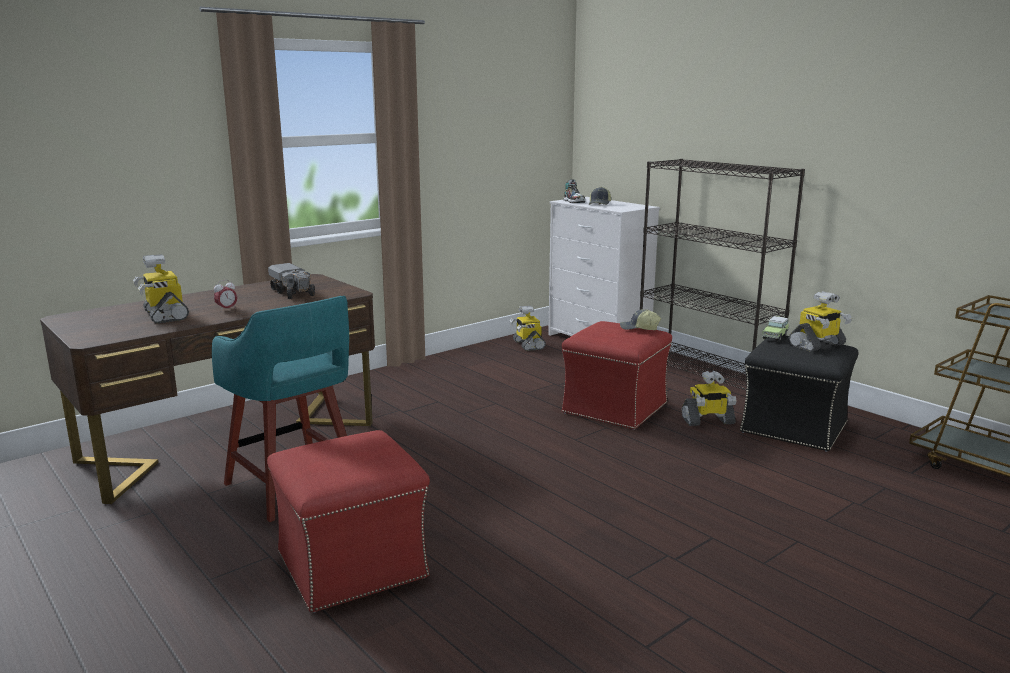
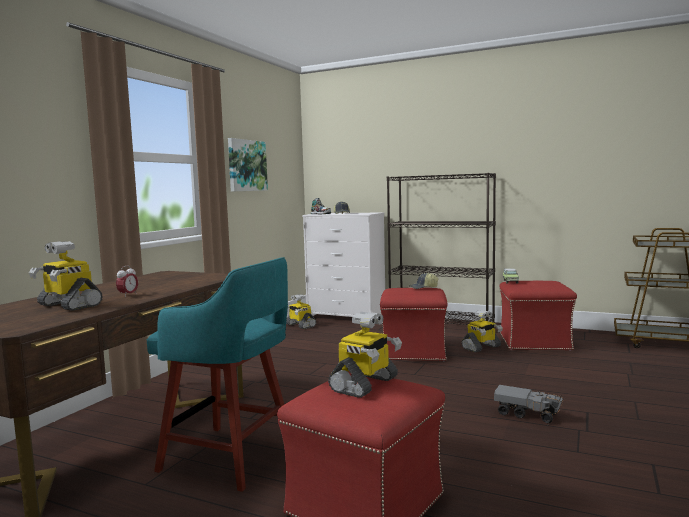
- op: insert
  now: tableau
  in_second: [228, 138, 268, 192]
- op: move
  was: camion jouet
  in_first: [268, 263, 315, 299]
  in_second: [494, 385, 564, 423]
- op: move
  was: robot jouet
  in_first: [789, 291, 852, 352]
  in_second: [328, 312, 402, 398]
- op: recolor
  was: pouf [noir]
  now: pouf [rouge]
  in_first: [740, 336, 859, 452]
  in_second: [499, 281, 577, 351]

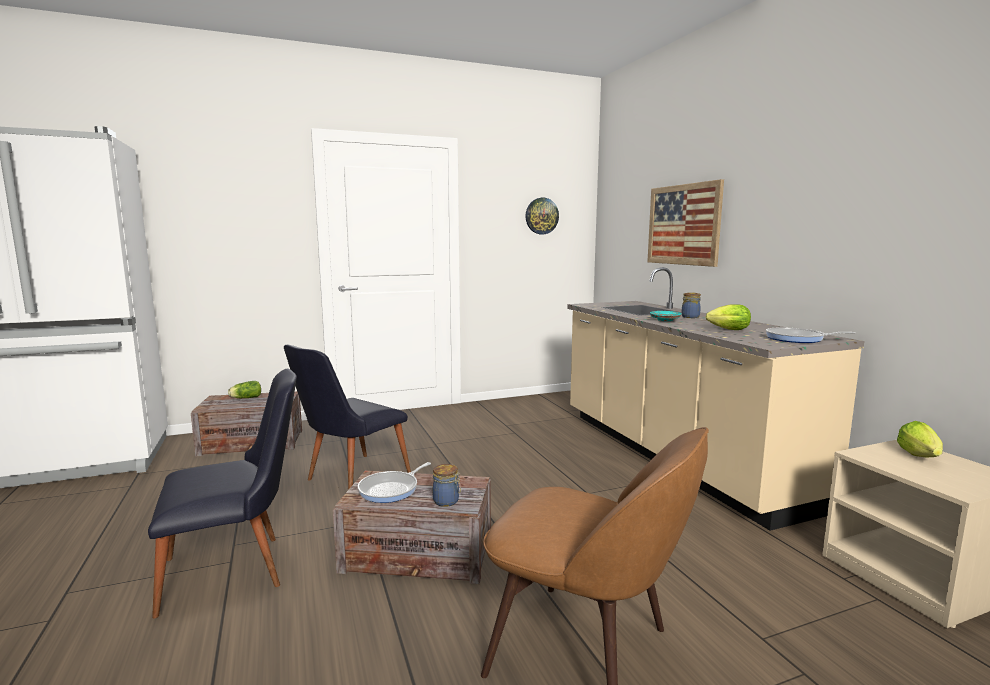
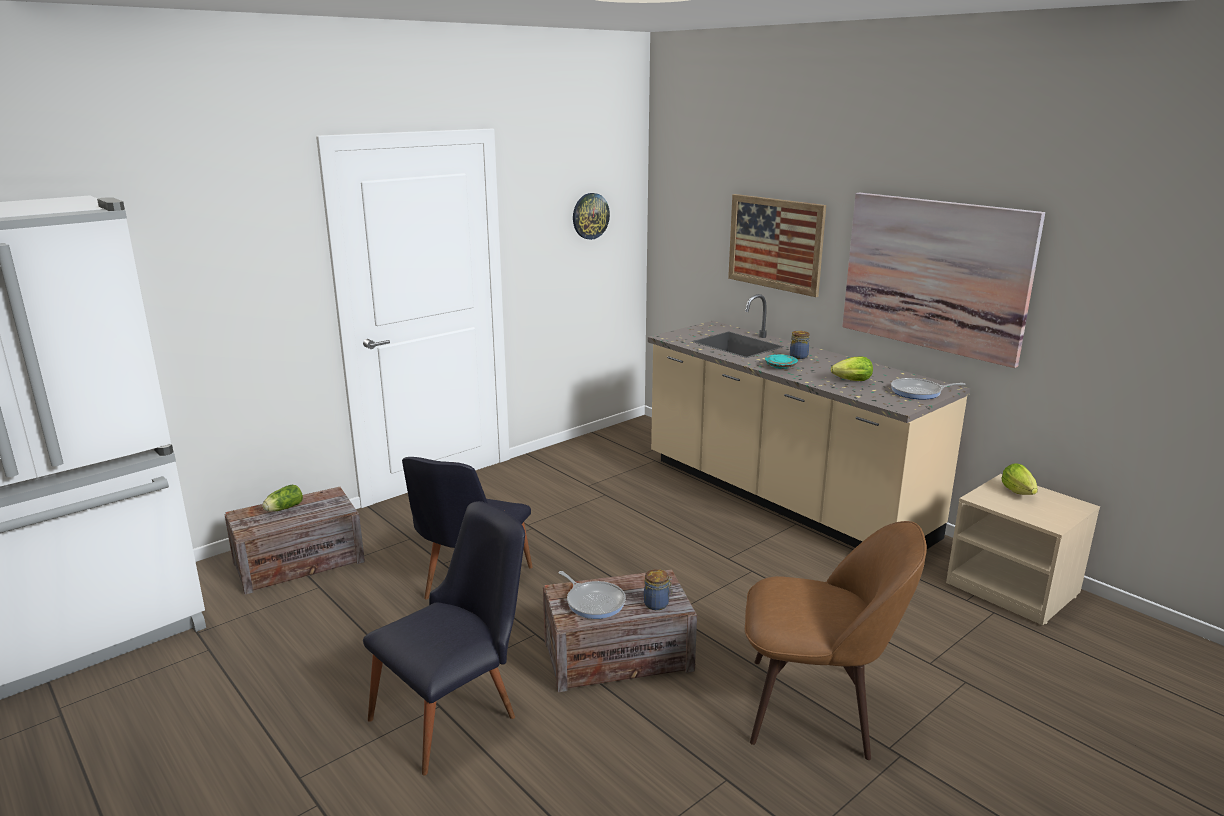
- op: insert
  now: tableau
  in_second: [842, 193, 1045, 368]
- op: rotate
  was: poêle
  in_first: [358, 462, 431, 503]
  in_second: [558, 571, 626, 619]
  clockwise: -60

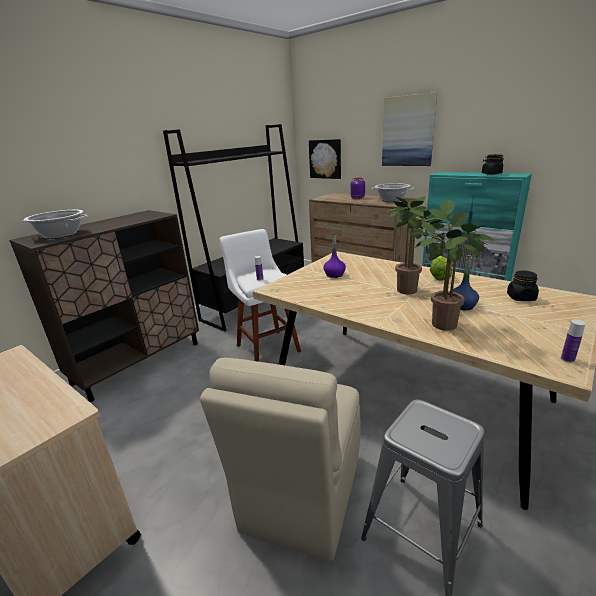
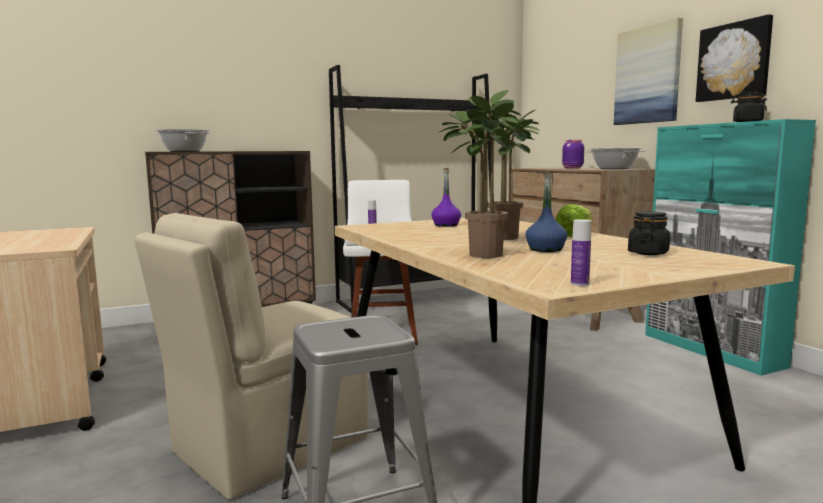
- op: move
  was: tableau
  in_first: [309, 139, 341, 179]
  in_second: [696, 14, 773, 102]

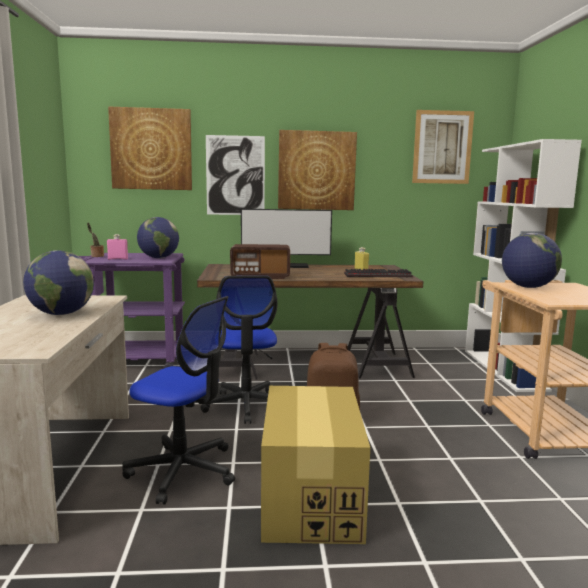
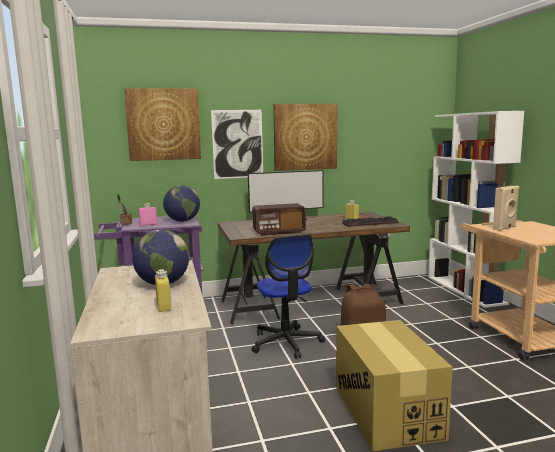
- op: delete
  was: chaise de bureau
  in_first: [122, 296, 235, 505]
- op: delete
  was: tableau
  in_first: [412, 110, 474, 184]
- op: insert
  now: bouteille [jaune]
  in_second: [155, 269, 171, 312]
- op: replace
  was: globe
  now: enceinte [beige]
  in_first: [502, 233, 562, 288]
  in_second: [493, 186, 519, 231]

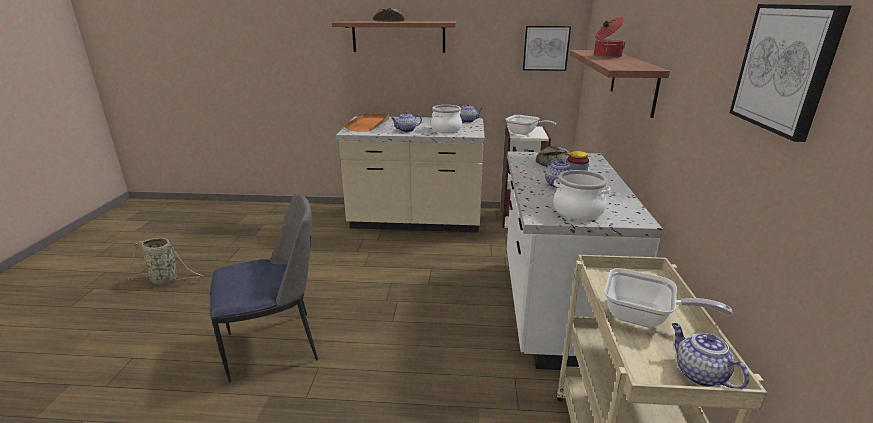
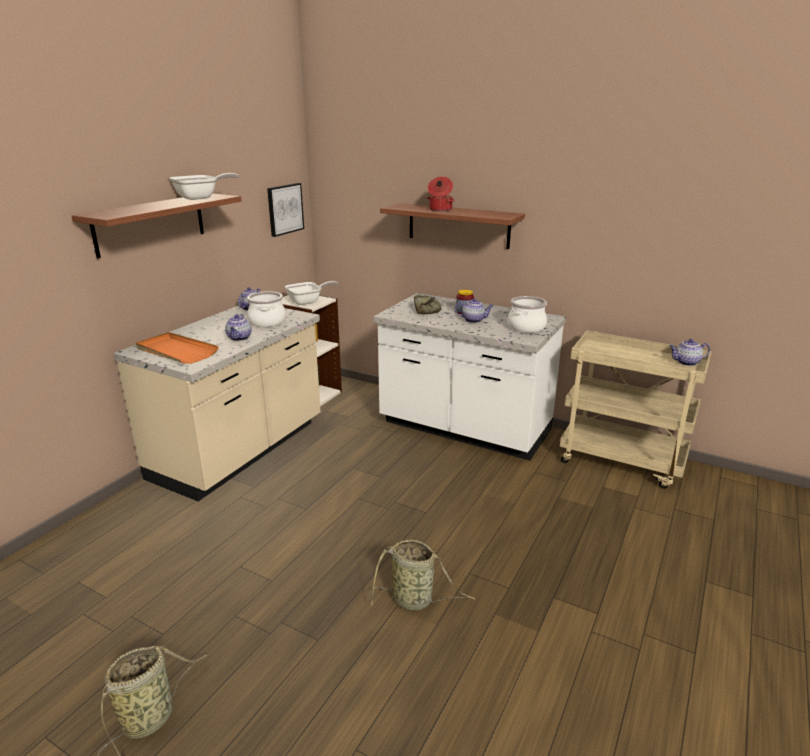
- op: delete
  was: pain
  in_first: [373, 8, 405, 22]
- op: delete
  was: tableau
  in_first: [730, 4, 852, 142]
- op: move
  was: poêle
  in_first: [605, 268, 732, 328]
  in_second: [169, 173, 239, 200]
- op: replace
  was: chaise
  now: panier
  in_first: [209, 193, 318, 382]
  in_second: [369, 540, 476, 610]

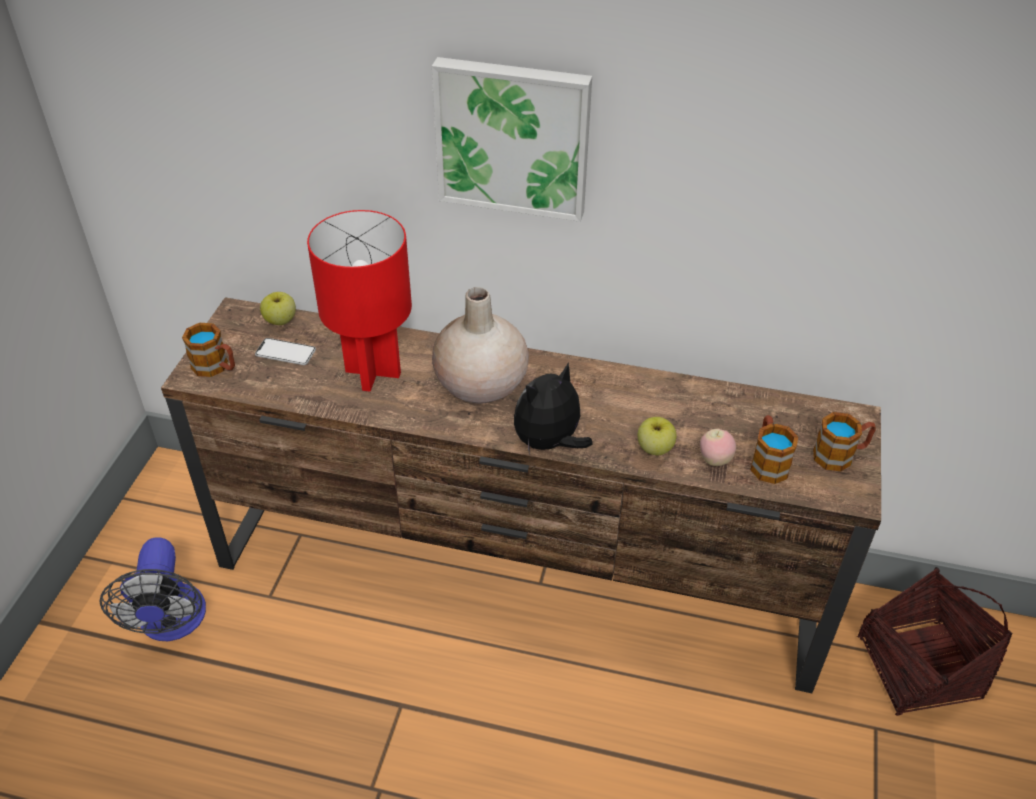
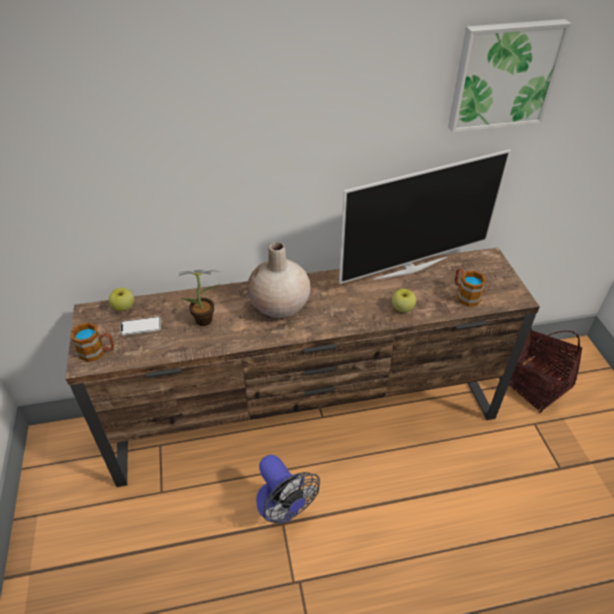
- op: delete
  was: peluche
  in_first: [514, 363, 593, 455]
- op: delete
  was: pomme
  in_first: [700, 429, 736, 466]
- op: delete
  was: mug
  in_first: [813, 412, 876, 471]
- op: insert
  now: téléviseur
  in_second: [339, 149, 511, 284]
- op: move
  was: ventilateur
  in_first: [99, 537, 206, 641]
  in_second: [256, 455, 320, 523]
- op: move
  was: tableau
  in_first: [432, 57, 592, 222]
  in_second: [448, 19, 572, 133]
- op: replace
  was: lampe de table [rouge]
  now: plante en pot
  in_first: [307, 210, 412, 391]
  in_second: [177, 270, 223, 326]

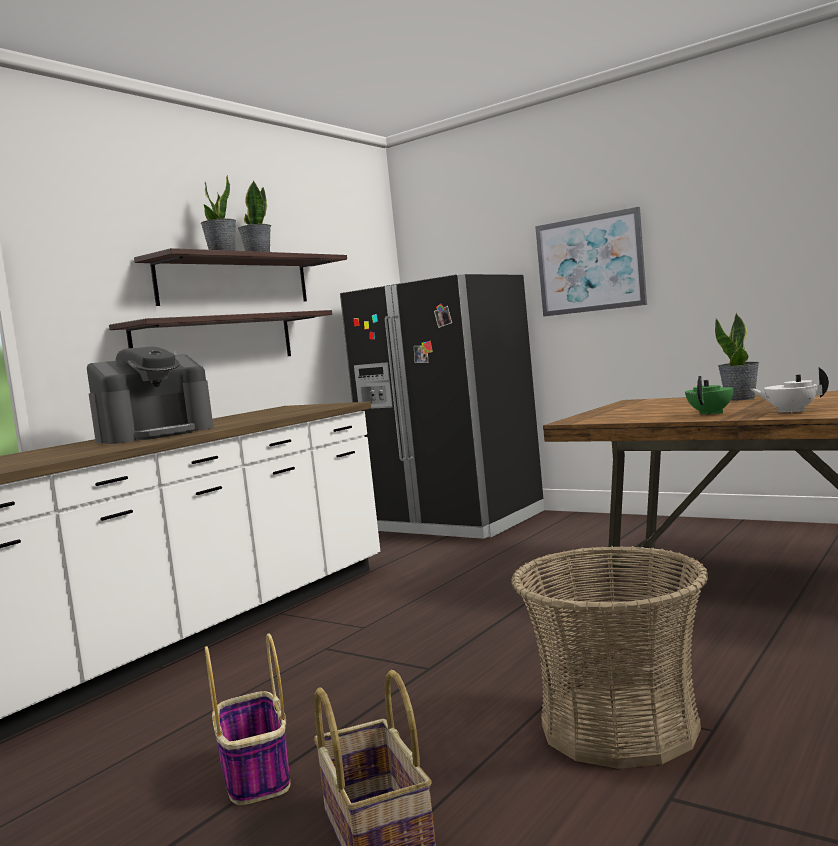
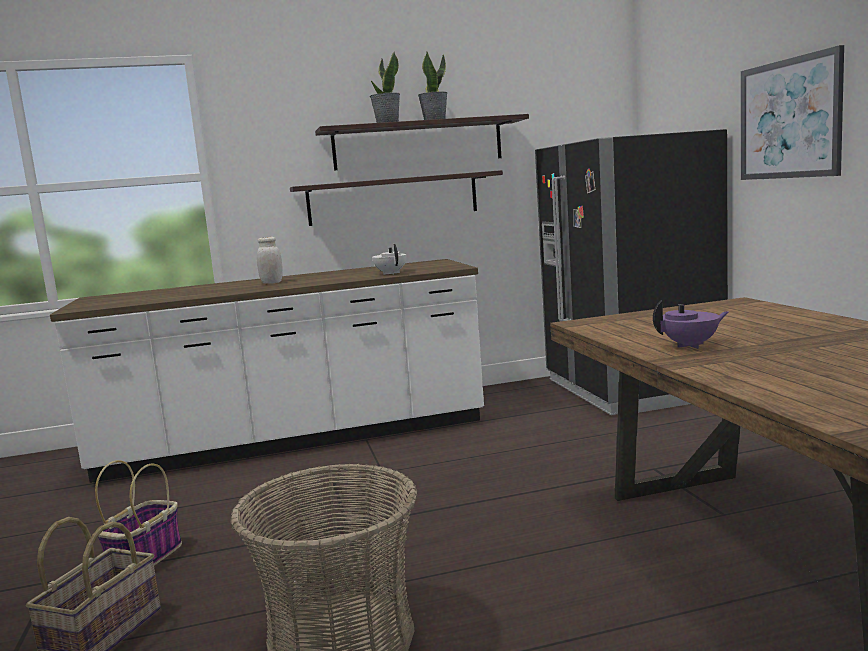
- op: delete
  was: plante en pot
  in_first: [715, 313, 759, 401]
- op: move
  was: théière [blanc]
  in_first: [750, 367, 829, 413]
  in_second: [372, 244, 407, 275]
- op: replace
  was: machine à café
  now: bocal [blanc]
  in_first: [87, 346, 214, 444]
  in_second: [257, 237, 283, 284]
- op: recolor
  was: théière [vert]
  now: théière [violet]
  in_first: [685, 376, 733, 415]
  in_second: [653, 300, 728, 349]

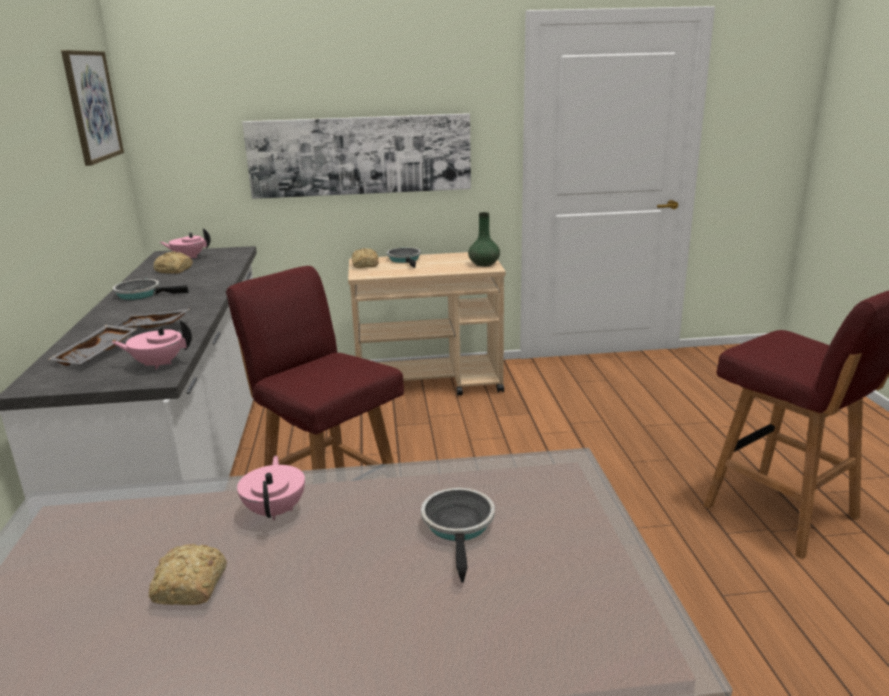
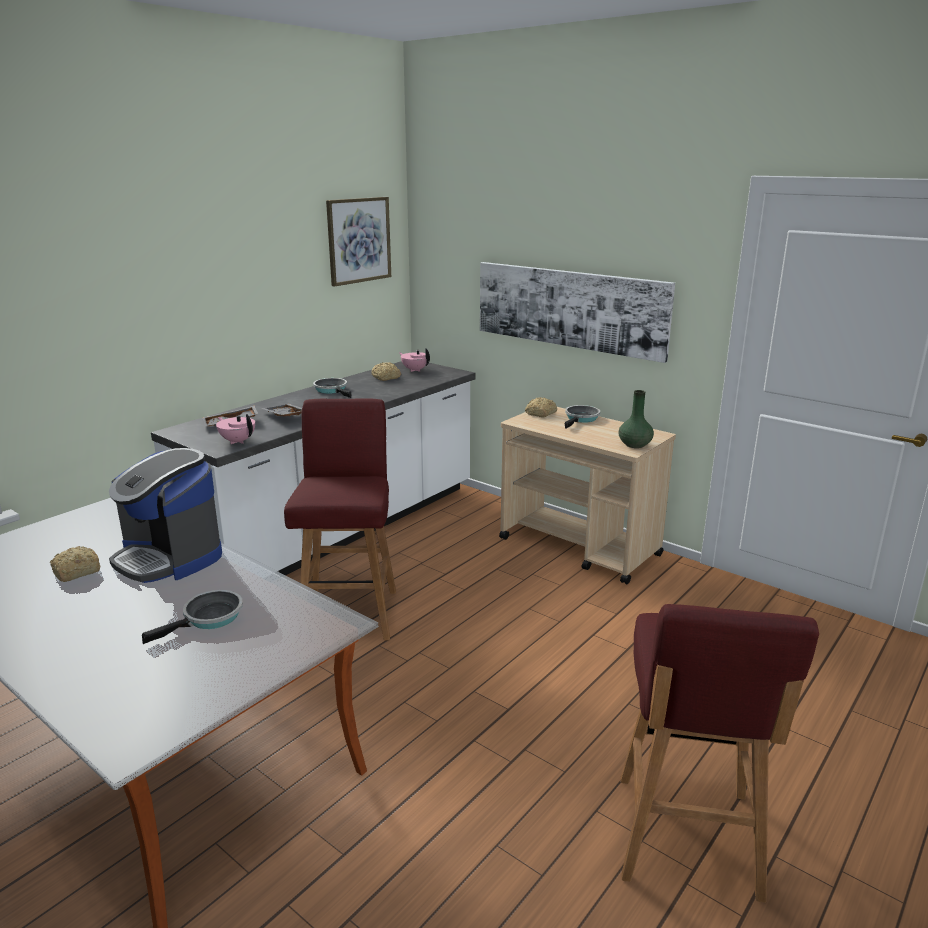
- op: replace
  was: théière [rose]
  now: machine à café
  in_first: [237, 456, 305, 521]
  in_second: [109, 448, 222, 583]

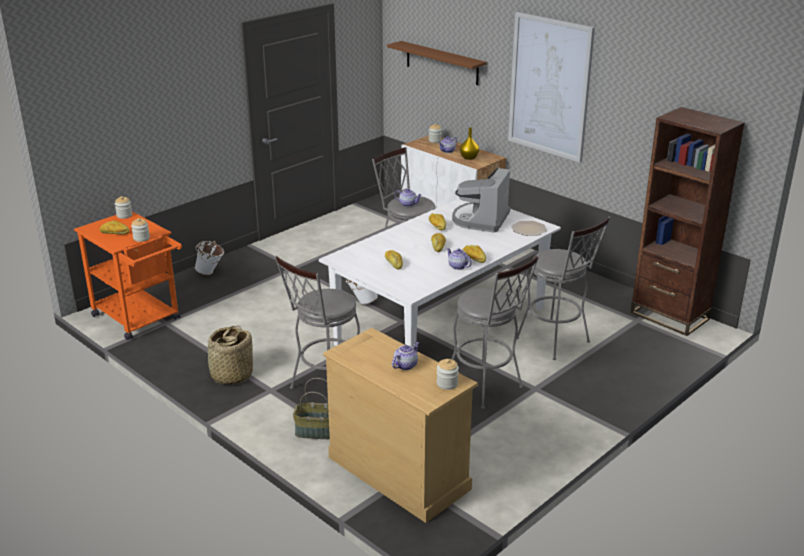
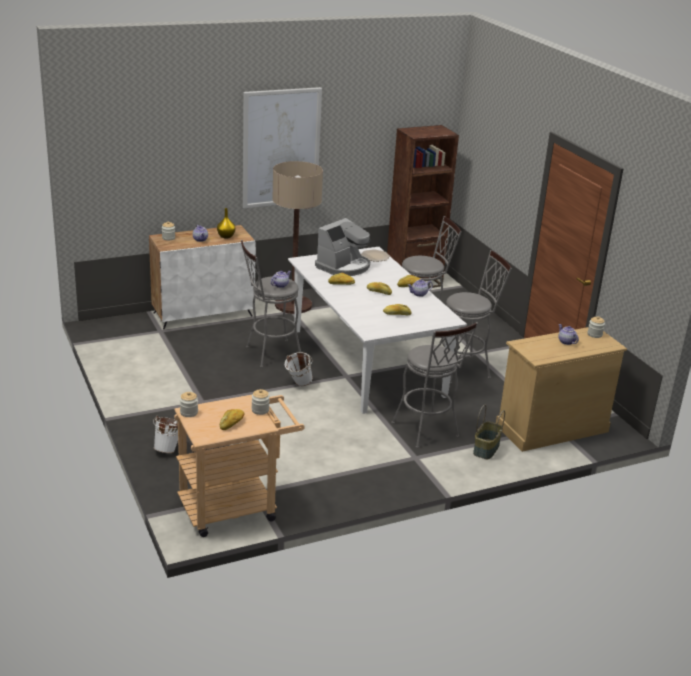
- op: delete
  was: panier
  in_first: [204, 325, 253, 385]
- op: delete
  was: étagère [marron]
  in_first: [387, 41, 486, 85]
- op: insert
  now: lampadaire
  in_second: [272, 161, 323, 314]
- op: recolor
  was: chariot [orange]
  now: chariot [beige]
  in_first: [74, 211, 182, 340]
  in_second: [174, 394, 305, 537]
- op: rotate
  was: machine à café
  in_first: [452, 167, 511, 233]
  in_second: [315, 218, 371, 276]
  clockwise: -90

